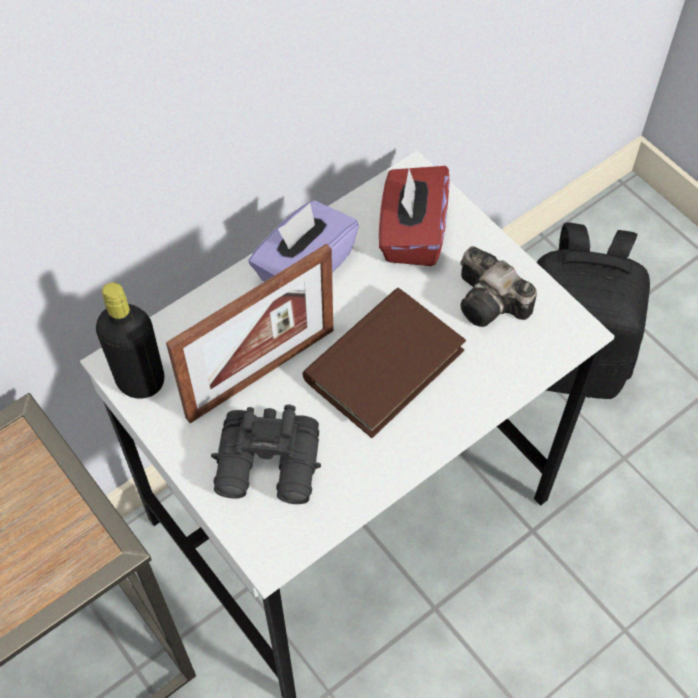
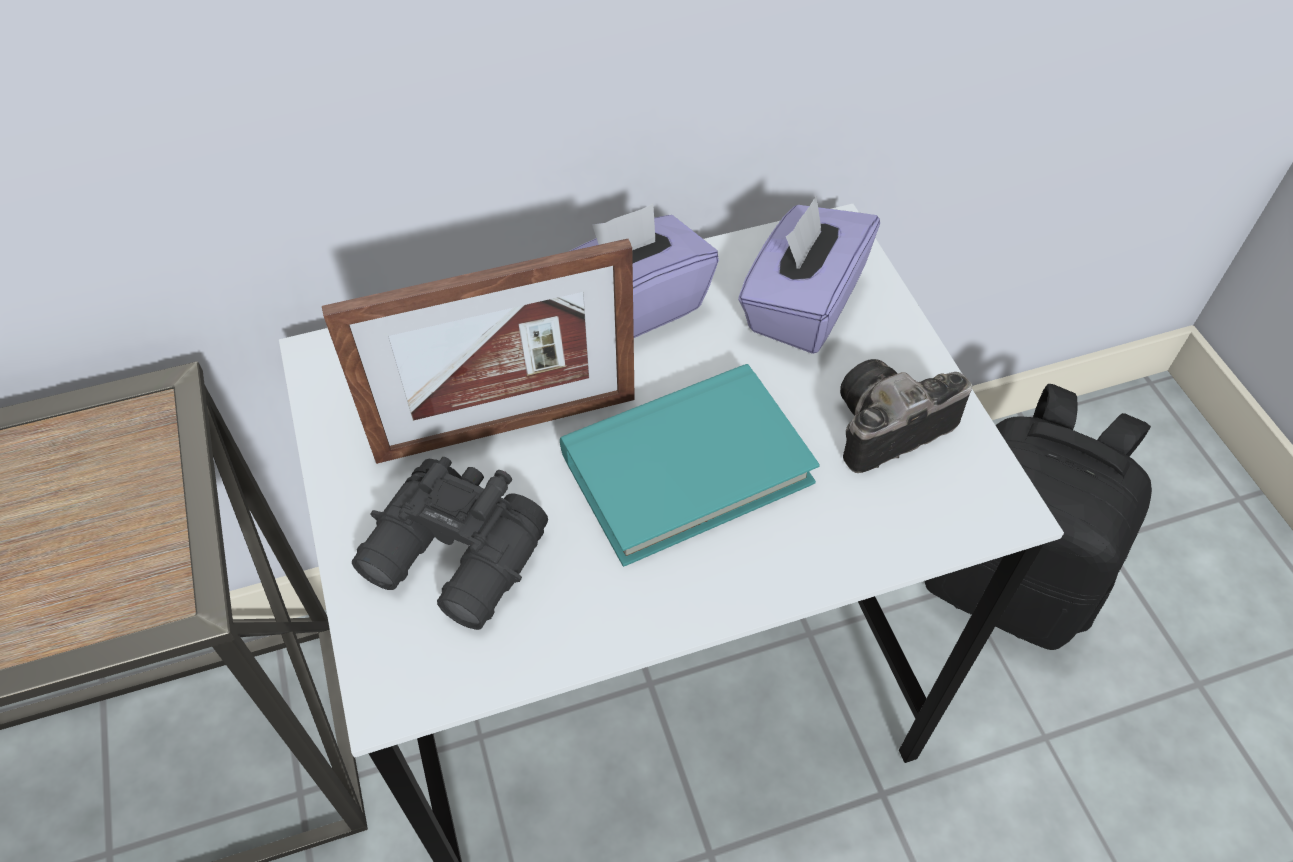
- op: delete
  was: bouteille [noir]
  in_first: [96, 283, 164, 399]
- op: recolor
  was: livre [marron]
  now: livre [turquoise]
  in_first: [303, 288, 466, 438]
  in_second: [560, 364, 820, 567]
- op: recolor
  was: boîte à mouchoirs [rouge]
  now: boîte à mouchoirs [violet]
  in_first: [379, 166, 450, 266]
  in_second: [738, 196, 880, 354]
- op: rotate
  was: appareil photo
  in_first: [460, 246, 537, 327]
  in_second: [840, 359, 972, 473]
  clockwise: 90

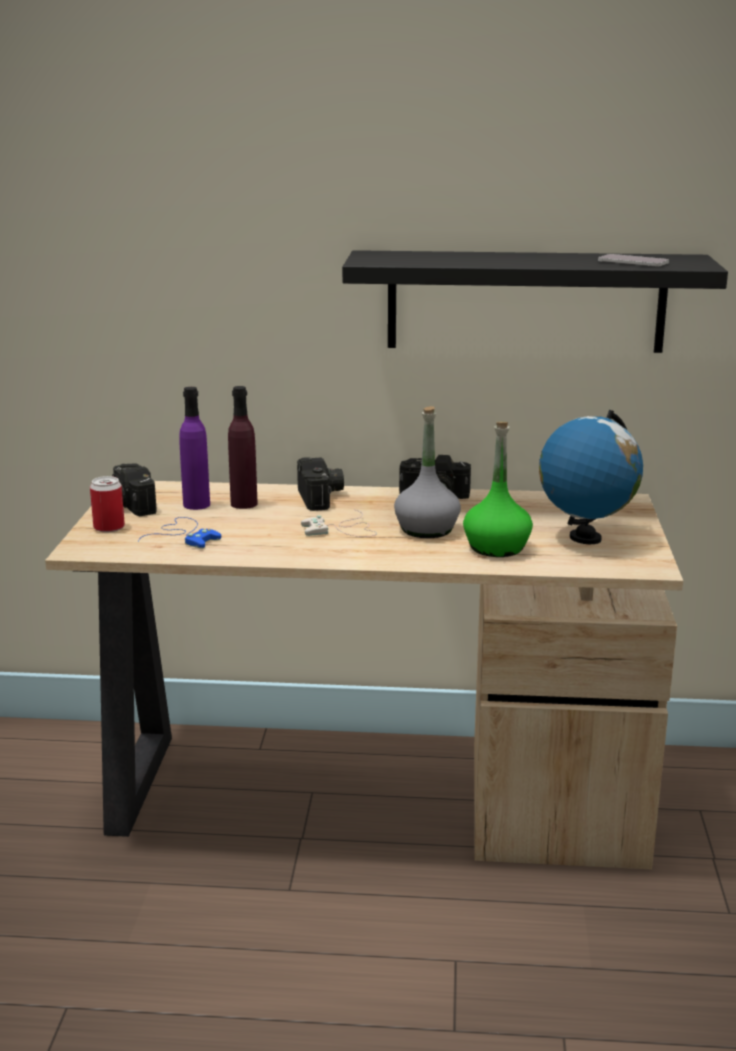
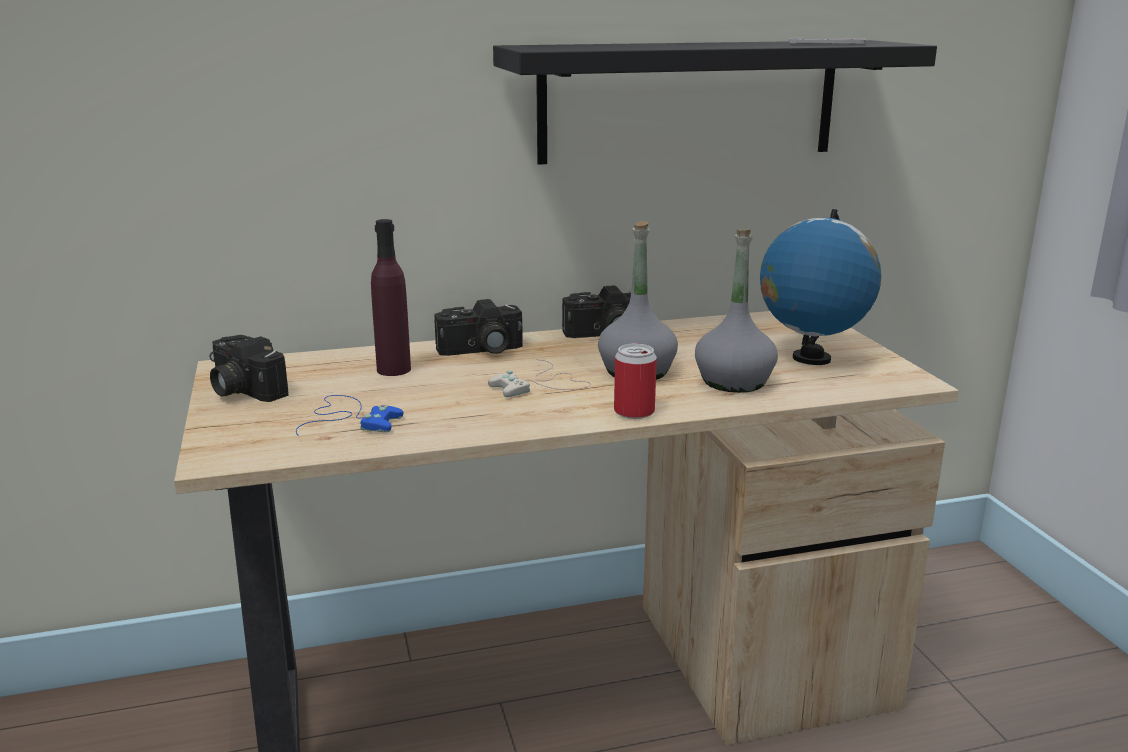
- op: delete
  was: bouteille [violet]
  in_first: [179, 387, 210, 510]
- op: move
  was: boîte métallique
  in_first: [90, 476, 125, 532]
  in_second: [614, 344, 657, 419]
- op: recolor
  was: bouteille [vert]
  now: bouteille [gris]
  in_first: [463, 422, 533, 557]
  in_second: [695, 229, 778, 393]
- op: rotate
  was: appareil photo
  in_first: [297, 457, 344, 511]
  in_second: [434, 299, 523, 356]
  clockwise: 105

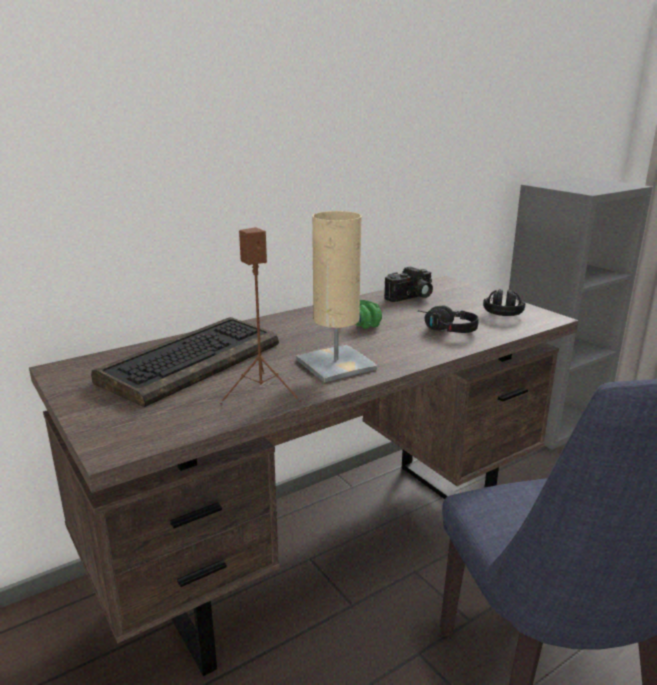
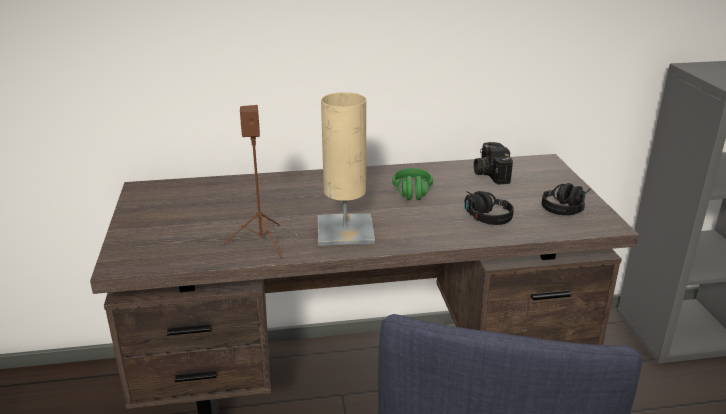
- op: delete
  was: clavier
  in_first: [91, 317, 279, 407]
- op: rotate
  was: appareil photo
  in_first: [384, 266, 433, 302]
  in_second: [474, 142, 513, 185]
  clockwise: 90

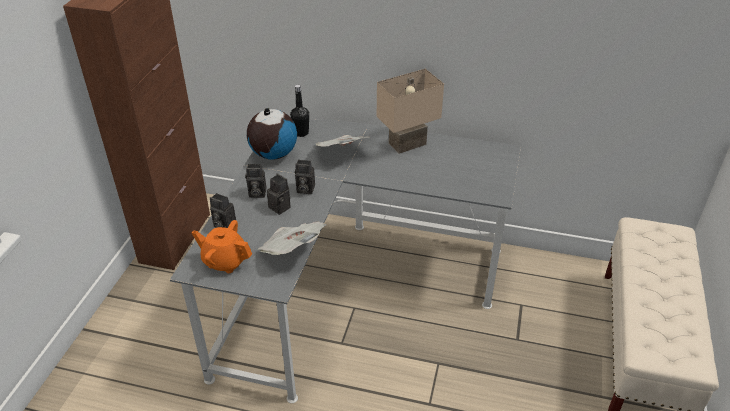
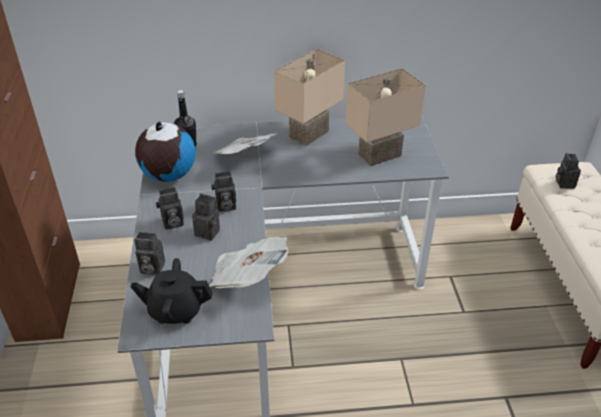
- op: insert
  now: lampe de table [beige]
  in_second: [345, 68, 426, 166]
- op: insert
  now: appareil photo
  in_second: [556, 153, 581, 189]
- op: recolor
  was: théière [orange]
  now: théière [noir]
  in_first: [192, 220, 252, 273]
  in_second: [131, 258, 213, 324]

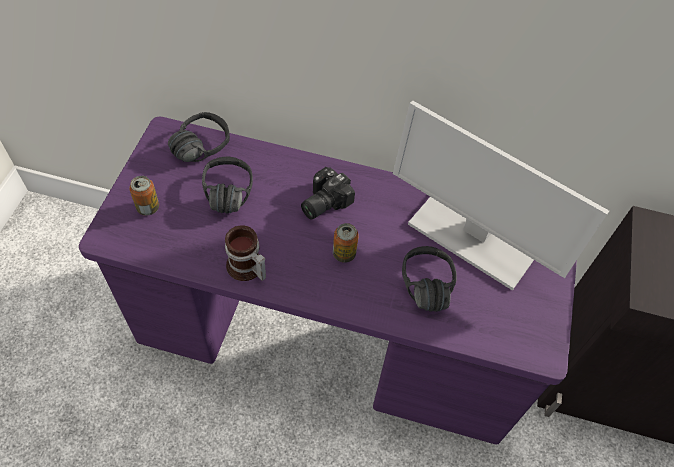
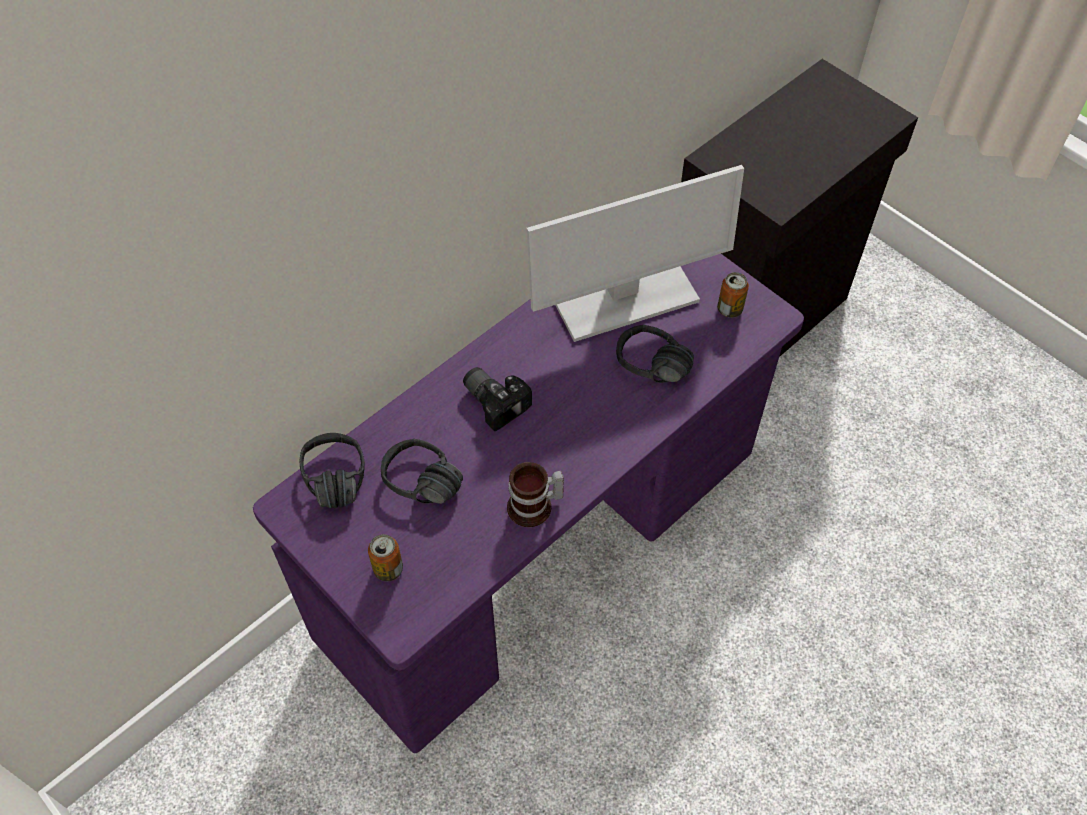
- op: move
  was: boîte métallique
  in_first: [333, 223, 359, 263]
  in_second: [717, 272, 749, 318]
- op: rotate
  was: appareil photo
  in_first: [301, 167, 355, 219]
  in_second: [463, 367, 532, 431]
  clockwise: 150

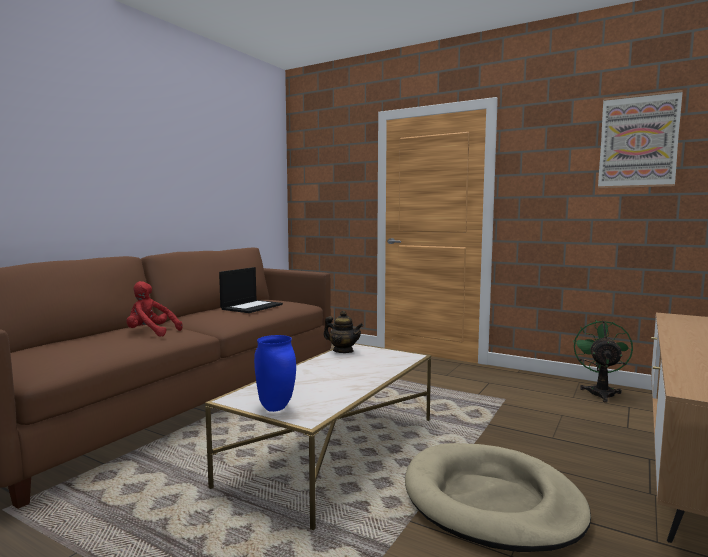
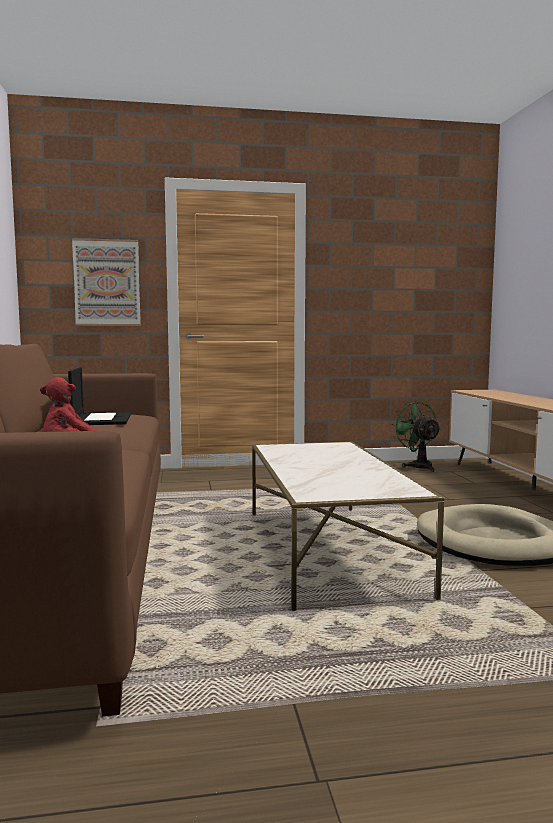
- op: delete
  was: vase [bleu]
  in_first: [254, 335, 296, 412]
- op: delete
  was: théière
  in_first: [323, 311, 363, 353]
- op: move
  was: tableau
  in_first: [598, 90, 683, 188]
  in_second: [72, 238, 141, 326]

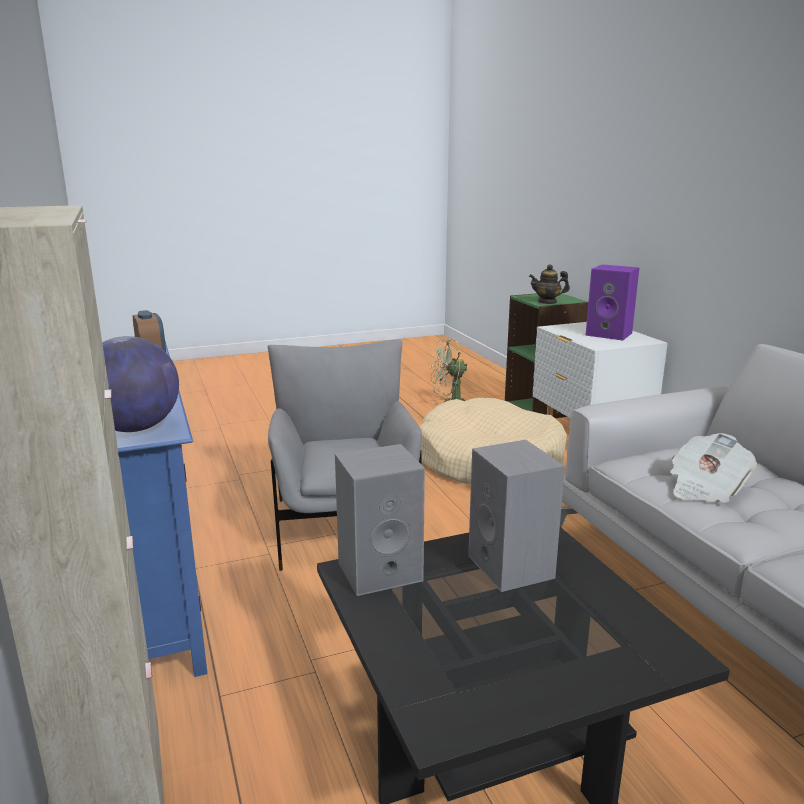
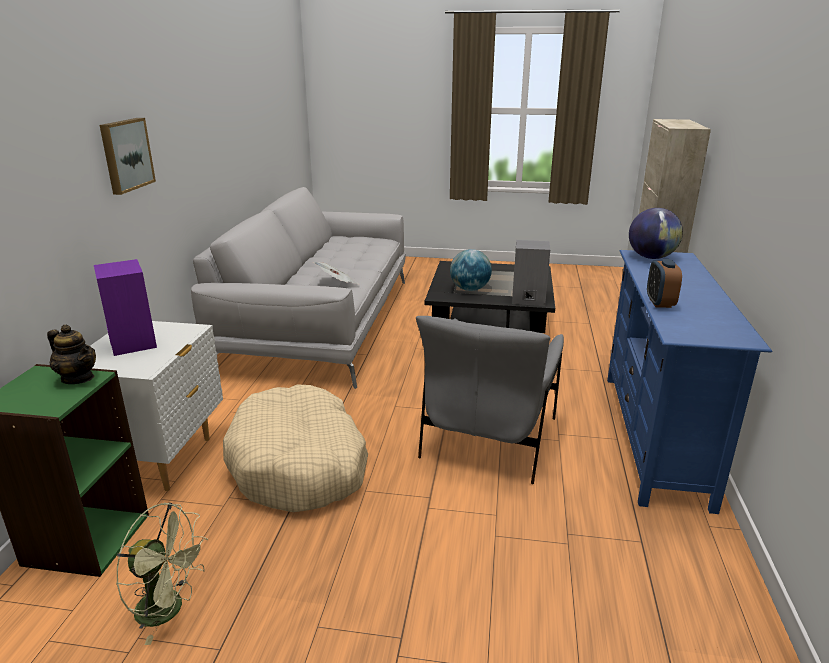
- op: insert
  now: tableau
  in_second: [100, 118, 156, 195]
- op: replace
  was: enceinte [gris]
  now: globe
  in_first: [468, 440, 565, 592]
  in_second: [450, 249, 492, 291]

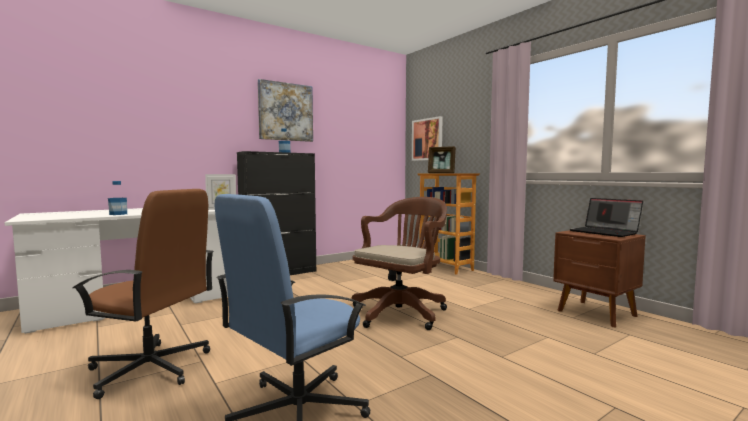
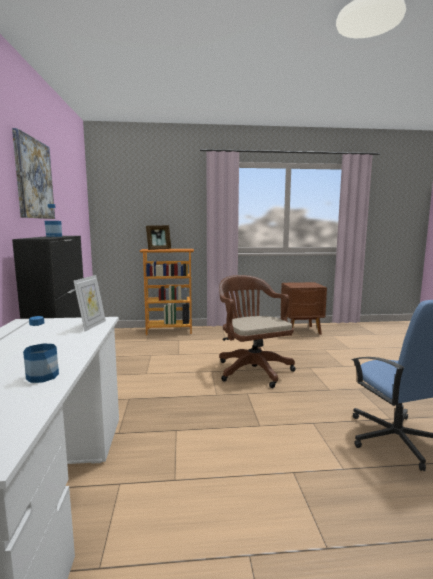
- op: delete
  was: chaise de bureau [marron]
  in_first: [72, 189, 214, 399]
- op: delete
  was: tableau
  in_first: [412, 116, 442, 161]
- op: delete
  was: ordinateur portable
  in_first: [569, 198, 643, 237]

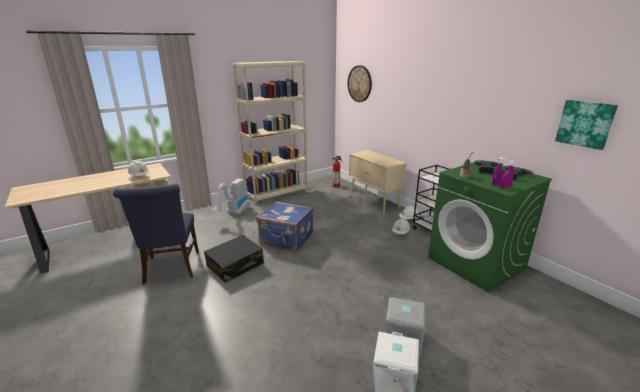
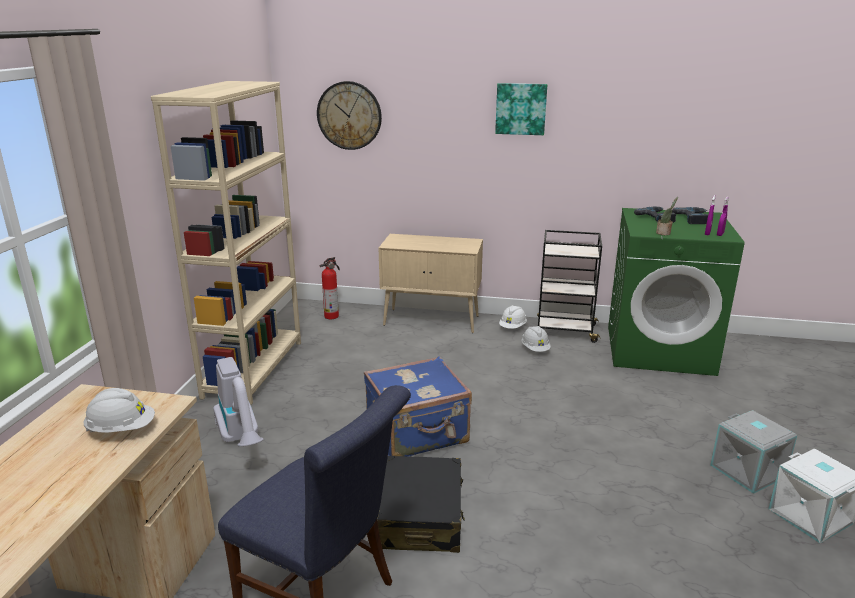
- op: move
  was: tableau
  in_first: [555, 100, 618, 150]
  in_second: [495, 83, 547, 135]

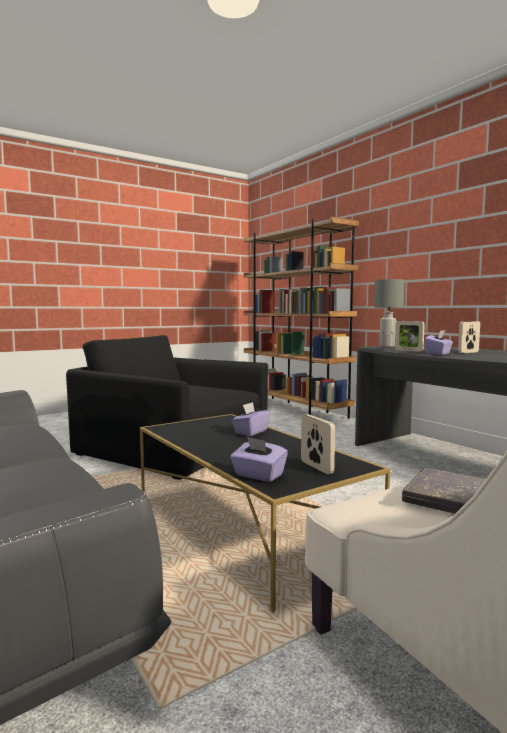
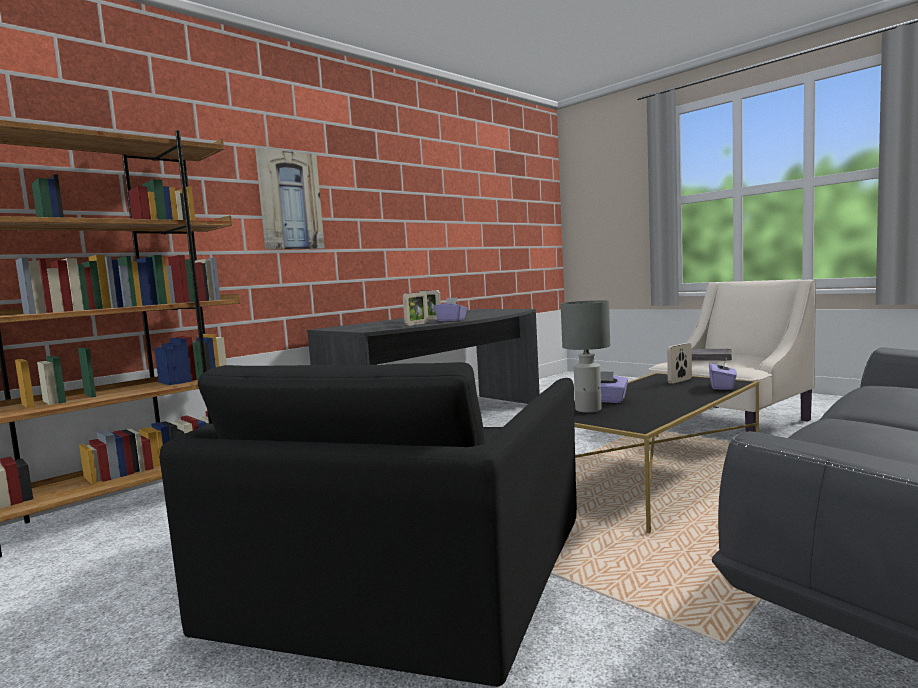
- op: insert
  now: tableau
  in_second: [255, 148, 325, 250]
- op: move
  was: lampe de table [gris]
  in_first: [374, 279, 405, 347]
  in_second: [561, 300, 610, 413]

